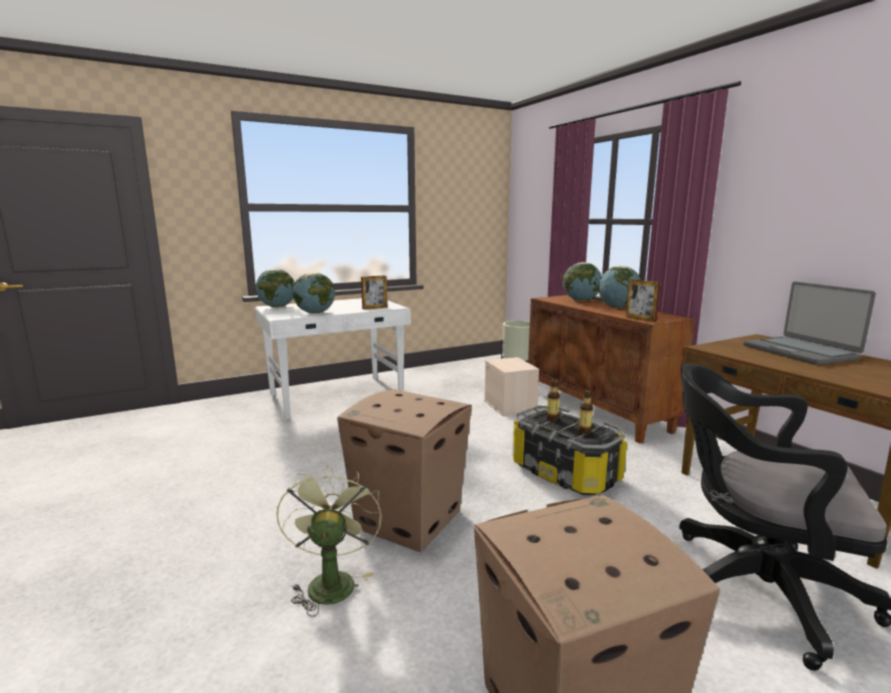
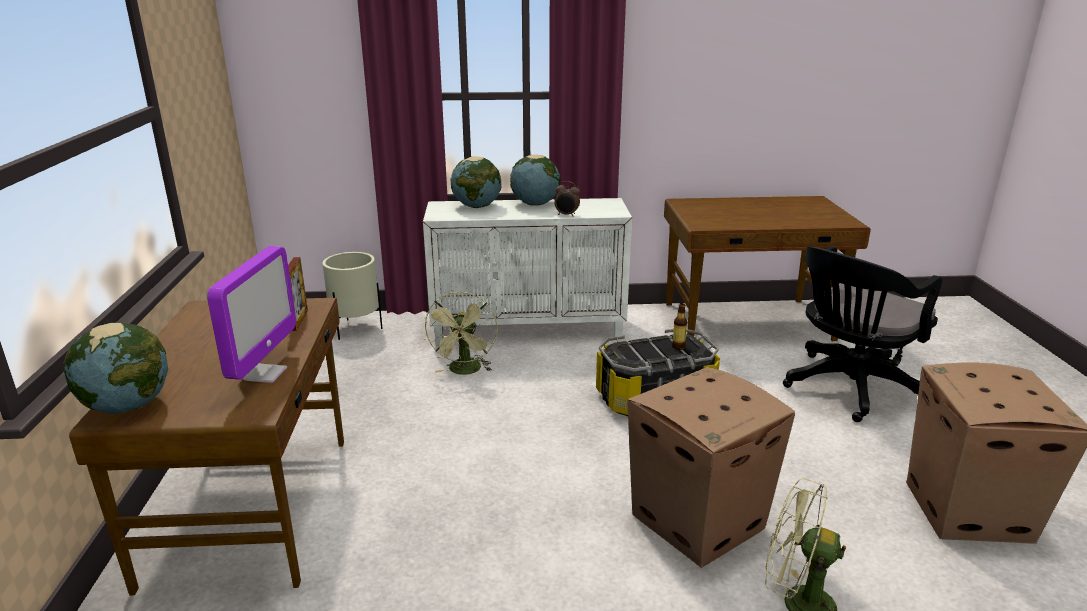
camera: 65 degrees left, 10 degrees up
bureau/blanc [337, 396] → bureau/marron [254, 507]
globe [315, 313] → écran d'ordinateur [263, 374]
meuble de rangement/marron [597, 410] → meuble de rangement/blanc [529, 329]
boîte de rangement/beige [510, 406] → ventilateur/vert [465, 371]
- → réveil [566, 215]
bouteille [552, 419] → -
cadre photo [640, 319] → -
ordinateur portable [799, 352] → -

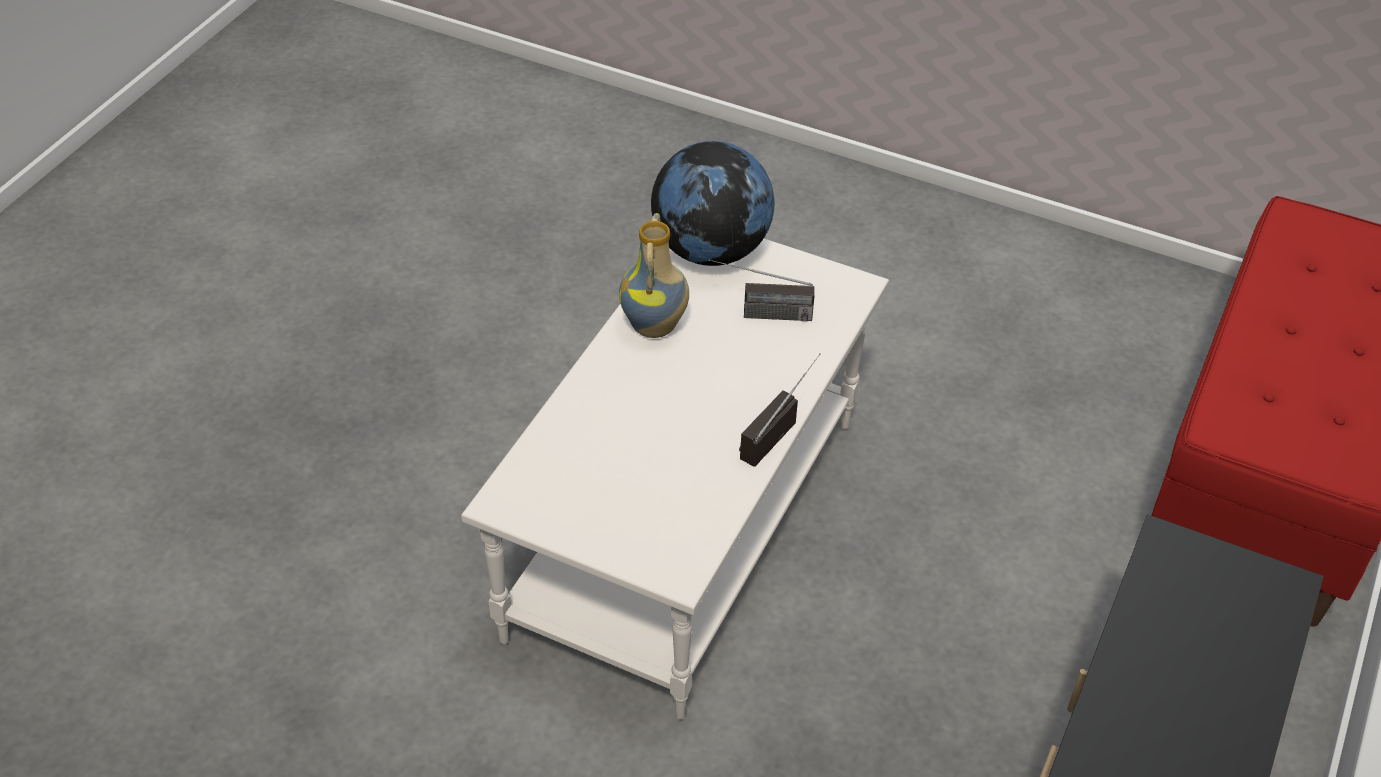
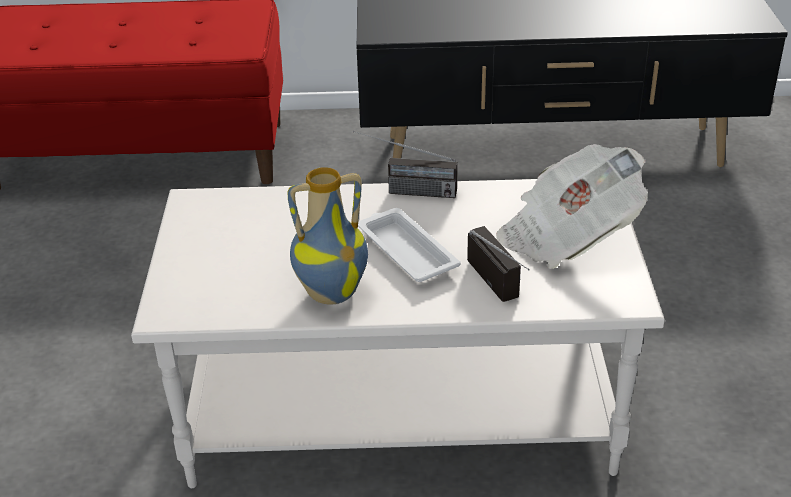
camera: 115 degrees left, 10 degrees down
- → plateau/blanc [406, 250]
radio [759, 314] → radio [504, 289], move
- → journal [567, 236]
globe [711, 250] → -

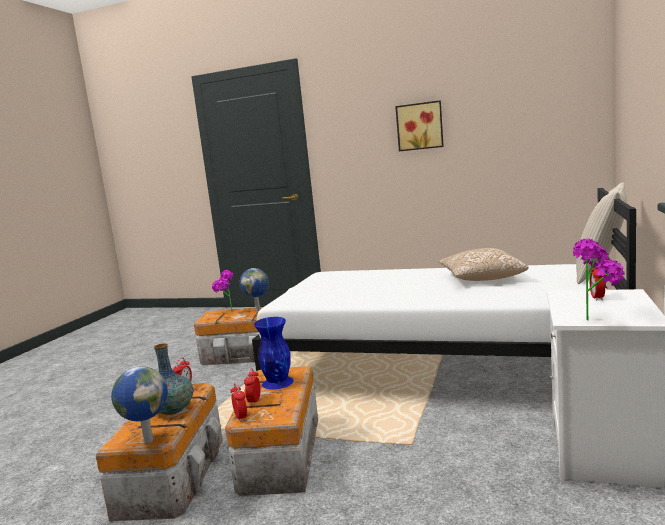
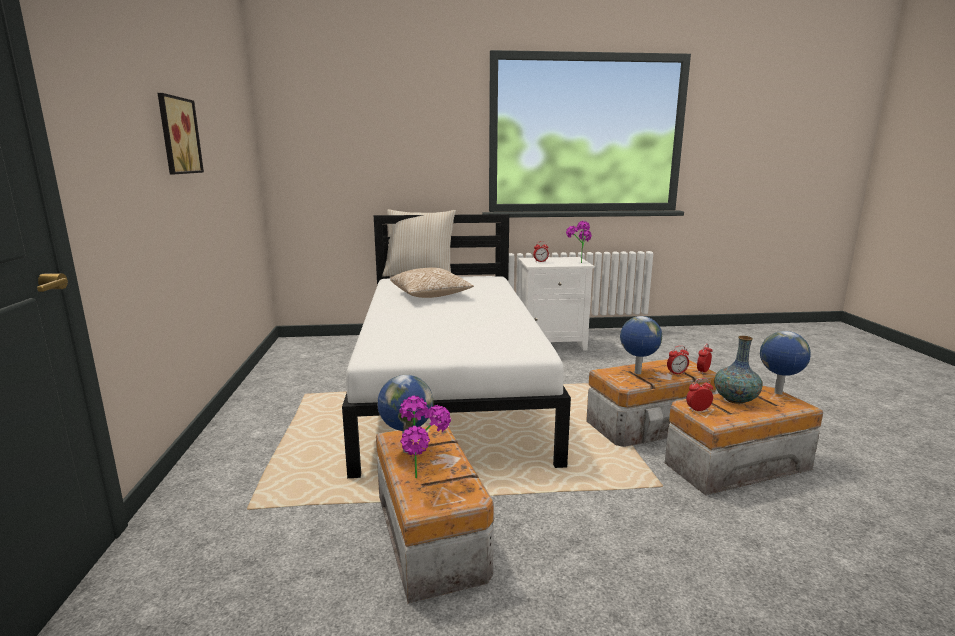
camera: 115 degrees left, 5 degrees up
vase/bleu [277, 382] → globe [637, 373]

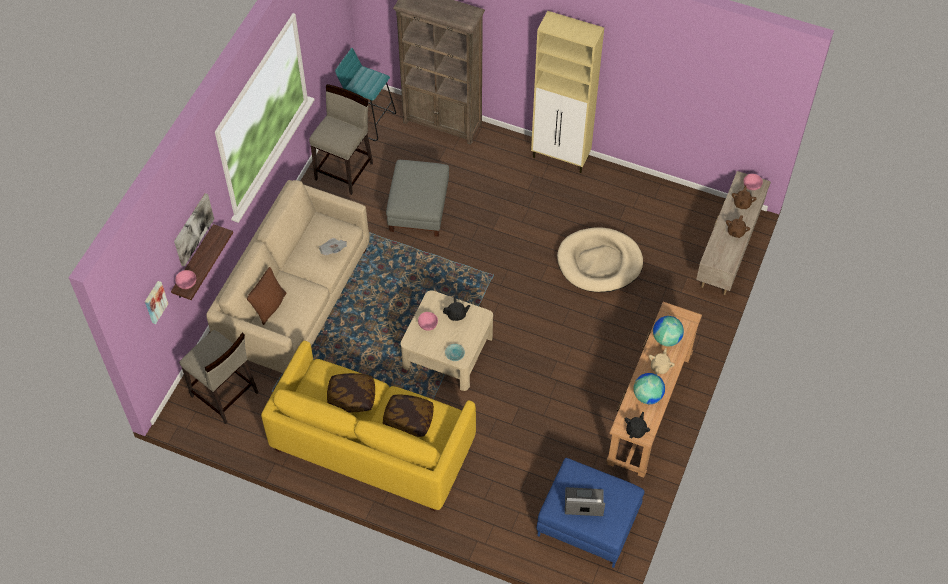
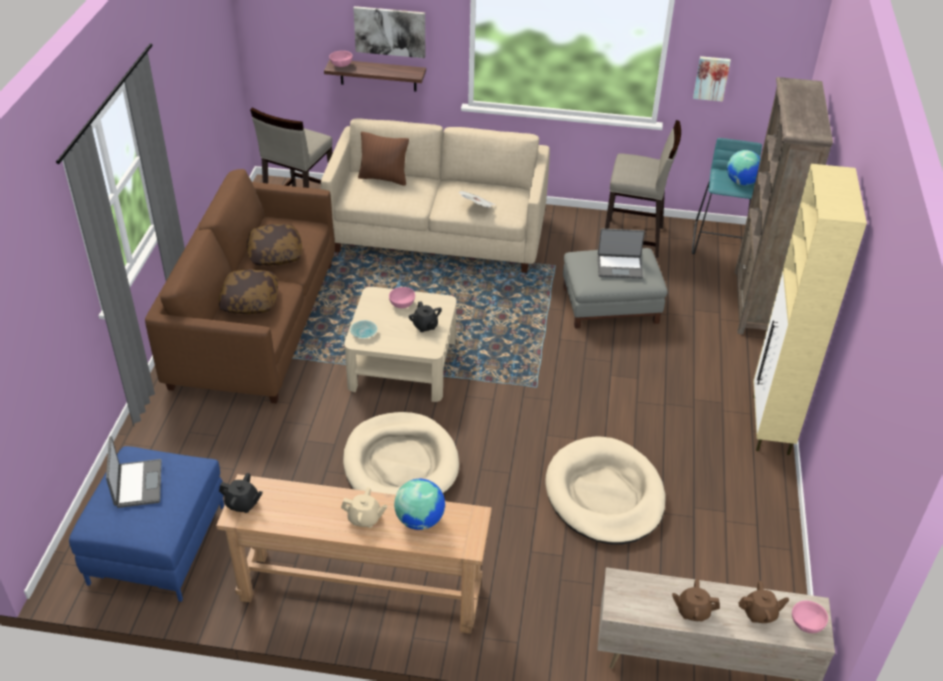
camera: 75 degrees right, 15 degrees down
canapé/jaune [372, 445] → canapé/marron [254, 324]
- → panier pour chien/beige [400, 464]
- → ordinateur portable [619, 267]
tableau [155, 301] → tableau [711, 78], move
globe [647, 396] → globe [742, 182], move

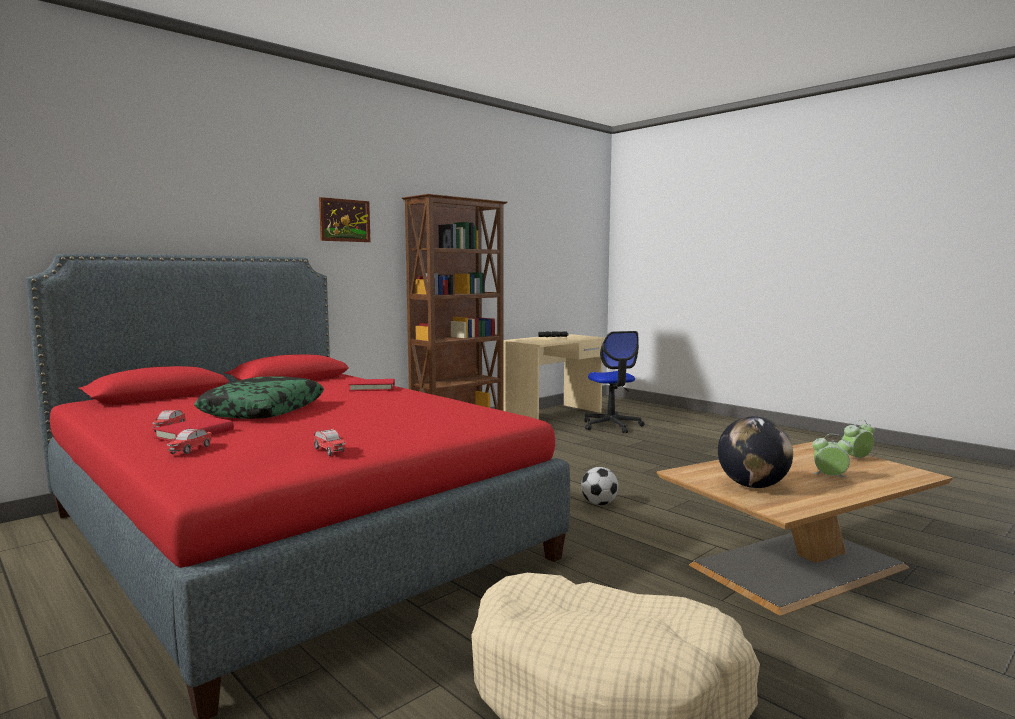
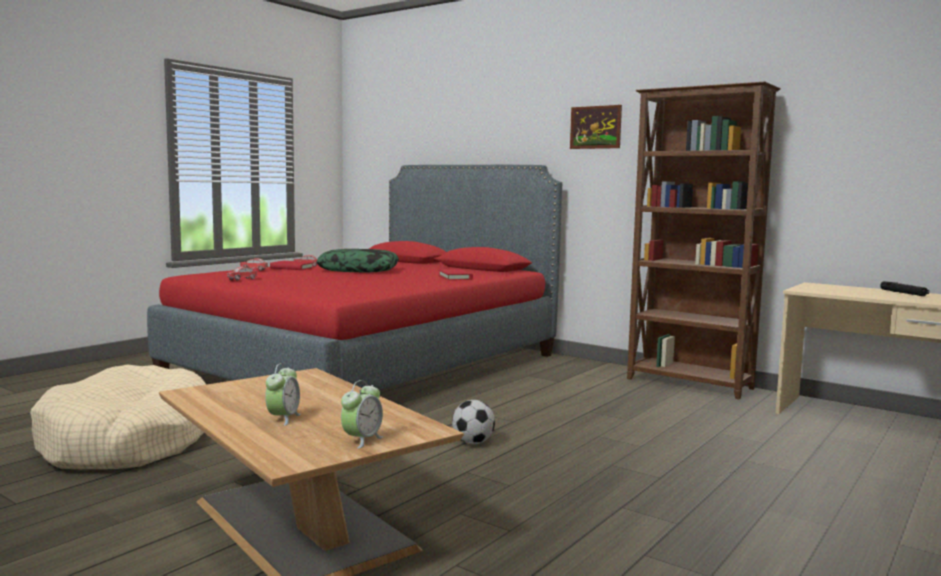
camera: 80 degrees right, 0 degrees up
réveil [856, 459] → réveil [362, 440], 60 degrees clockwise
chaise de bureau [611, 426] → -
globe [752, 486] → -

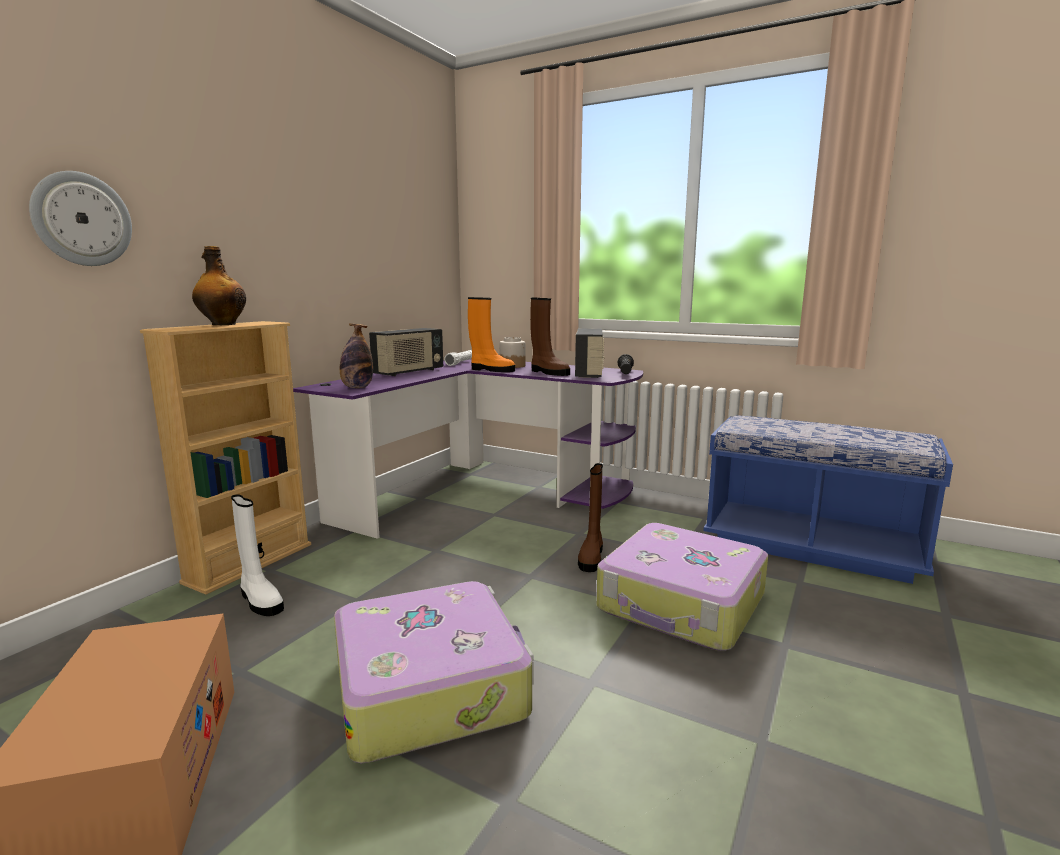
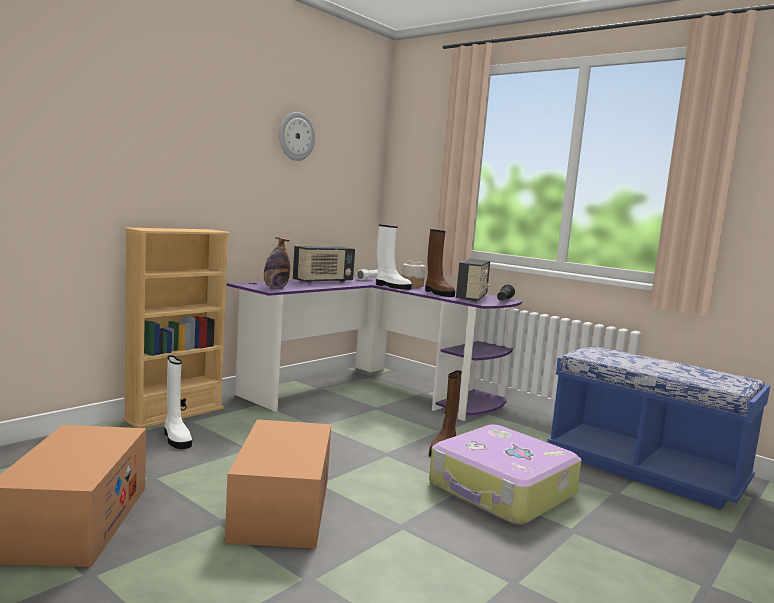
camera: 10 degrees right, 5 degrees down
valise [431, 685] → carton [281, 508]
horloge murale [82, 219] → horloge murale [296, 136], move
botte/orange [491, 370] → botte/blanc [391, 286]
bouteille [223, 324] → -

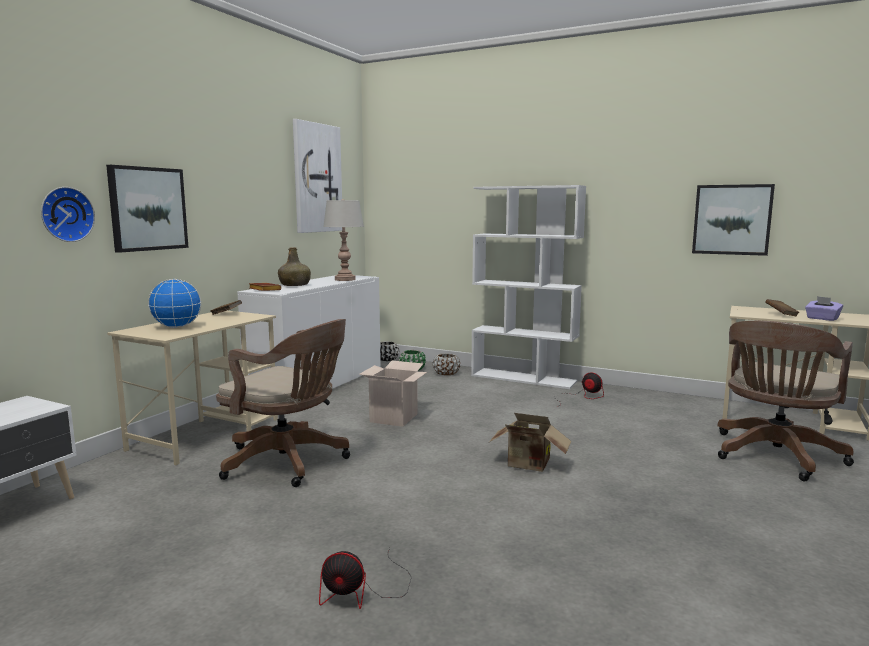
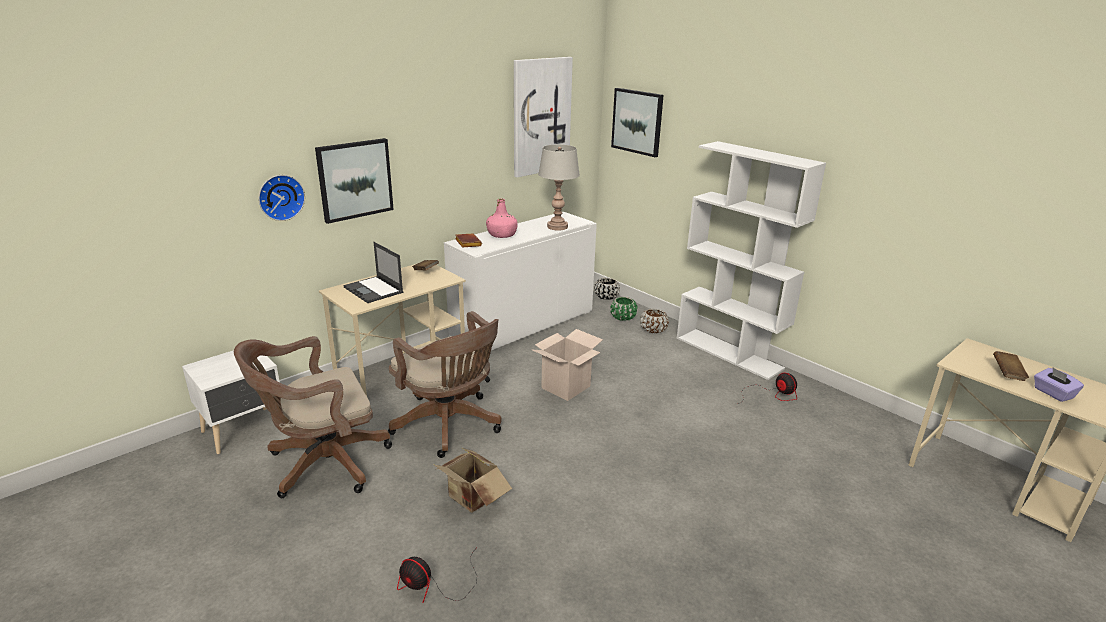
camera: 20 degrees right, 15 degrees up
chaise de bureau/marron [774, 456] → chaise de bureau/marron [322, 464], move
globe [177, 327] → ordinateur portable [374, 290]
carton [529, 465] → carton [471, 499], move
bouteille/vert [295, 285] → bouteille/rose [502, 235]
tableau [732, 219] → tableau [637, 121], move

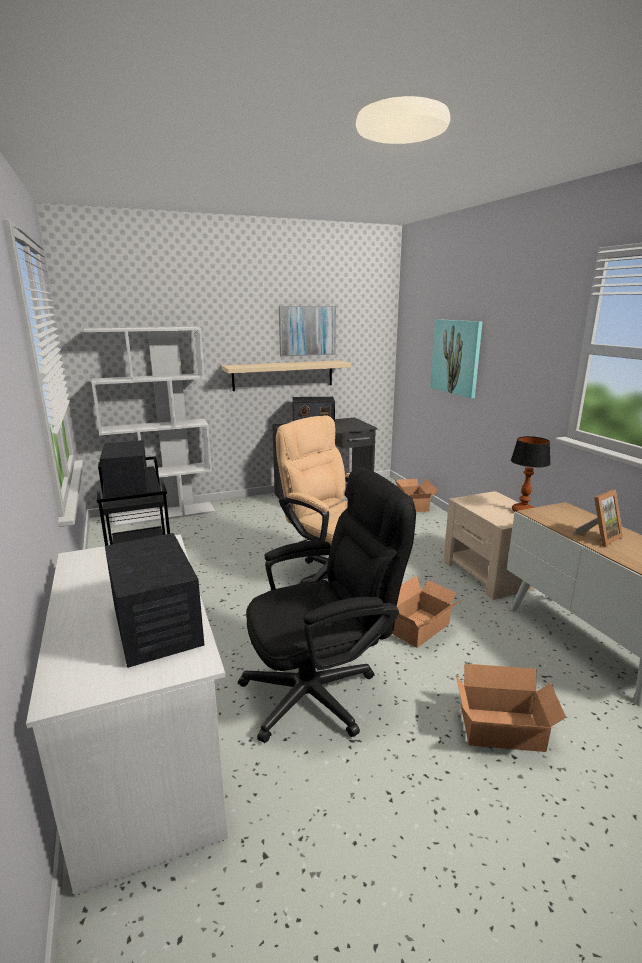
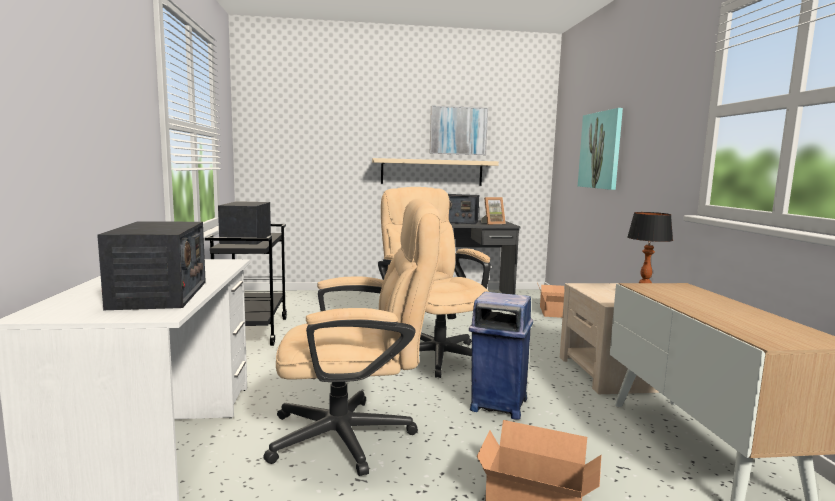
camera: 15 degrees right, 10 degrees down
chaise de bureau/noir [322, 690] → chaise de bureau/beige [356, 435]
carton [421, 628] → poubelle/bleu [497, 404]
cadre photo [599, 537] → cadre photo [492, 223], move
bibliothèque/blanc [164, 514] → -

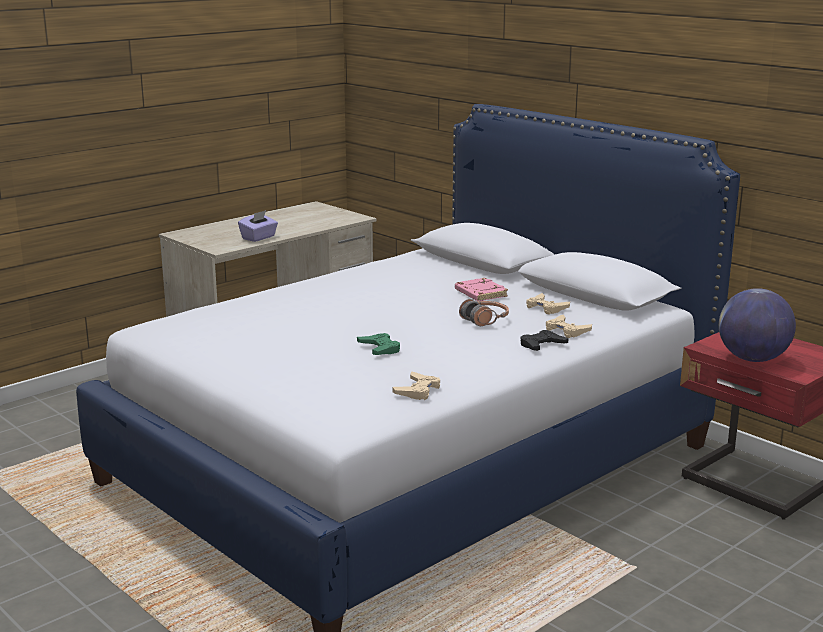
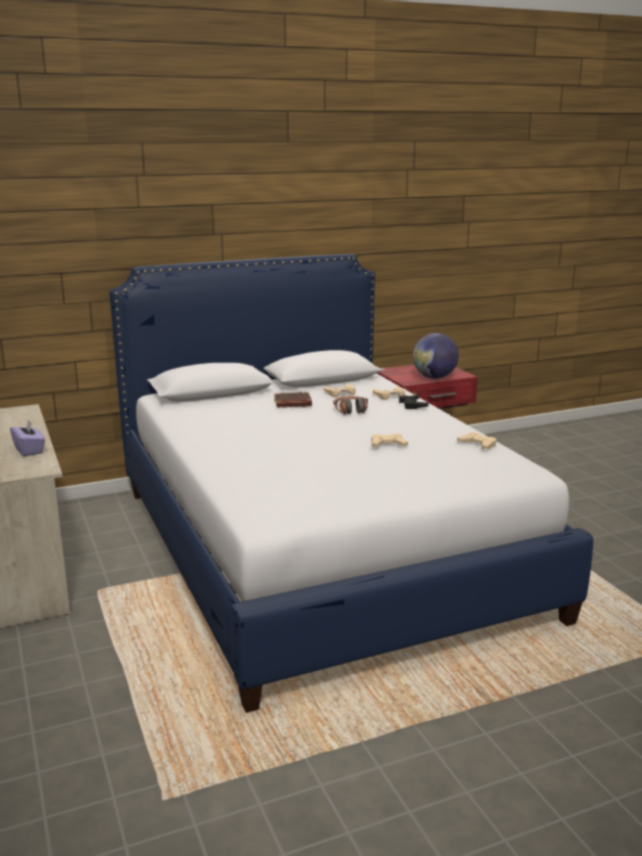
camera: 70 degrees left, 0 degrees up
livre/rose [480, 294] → livre/marron [292, 403]
manette/vert [379, 349] → manette/beige [387, 444]

